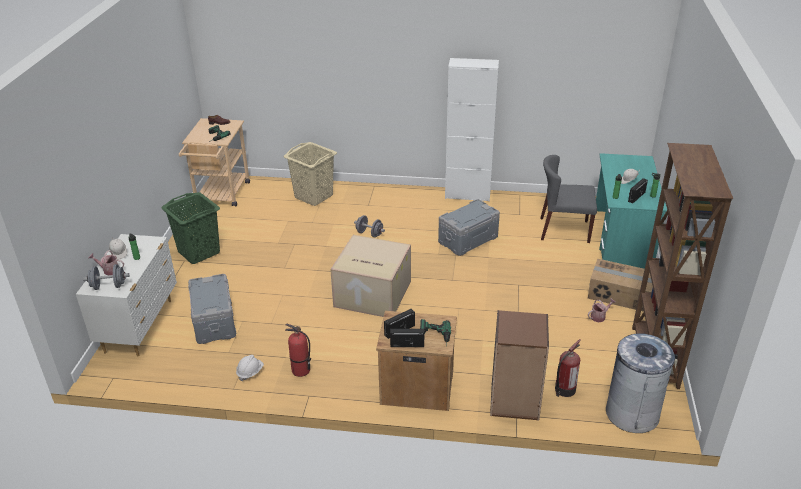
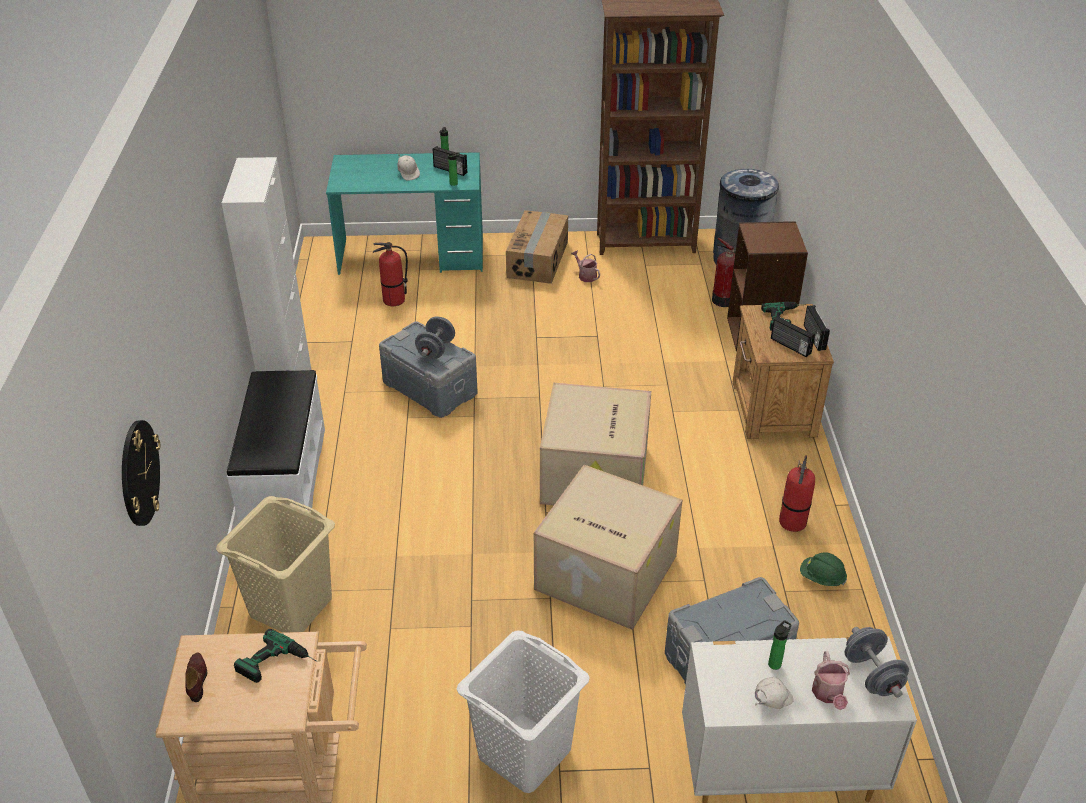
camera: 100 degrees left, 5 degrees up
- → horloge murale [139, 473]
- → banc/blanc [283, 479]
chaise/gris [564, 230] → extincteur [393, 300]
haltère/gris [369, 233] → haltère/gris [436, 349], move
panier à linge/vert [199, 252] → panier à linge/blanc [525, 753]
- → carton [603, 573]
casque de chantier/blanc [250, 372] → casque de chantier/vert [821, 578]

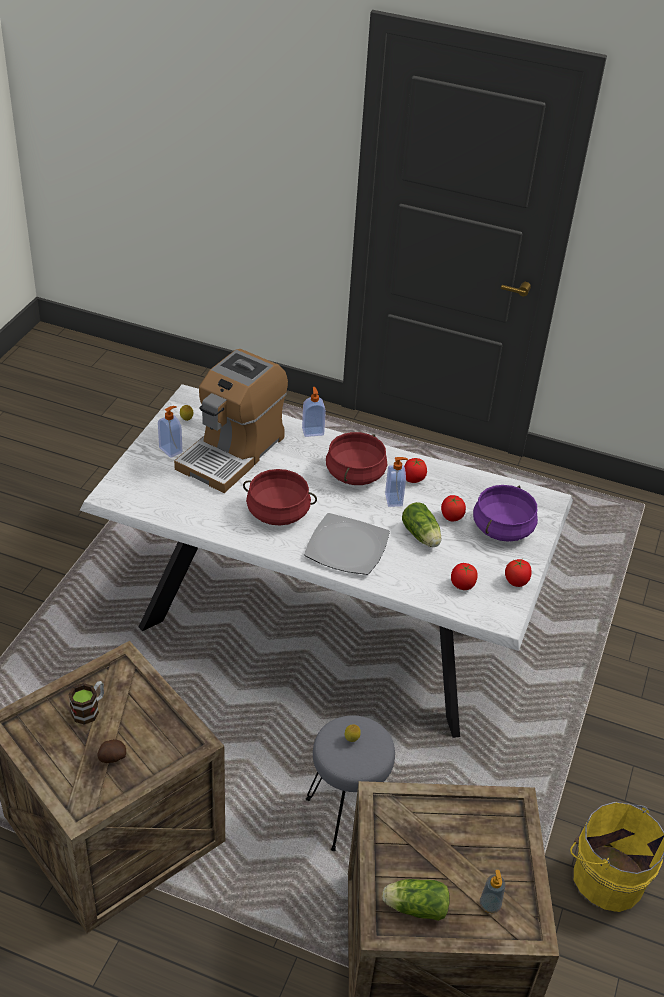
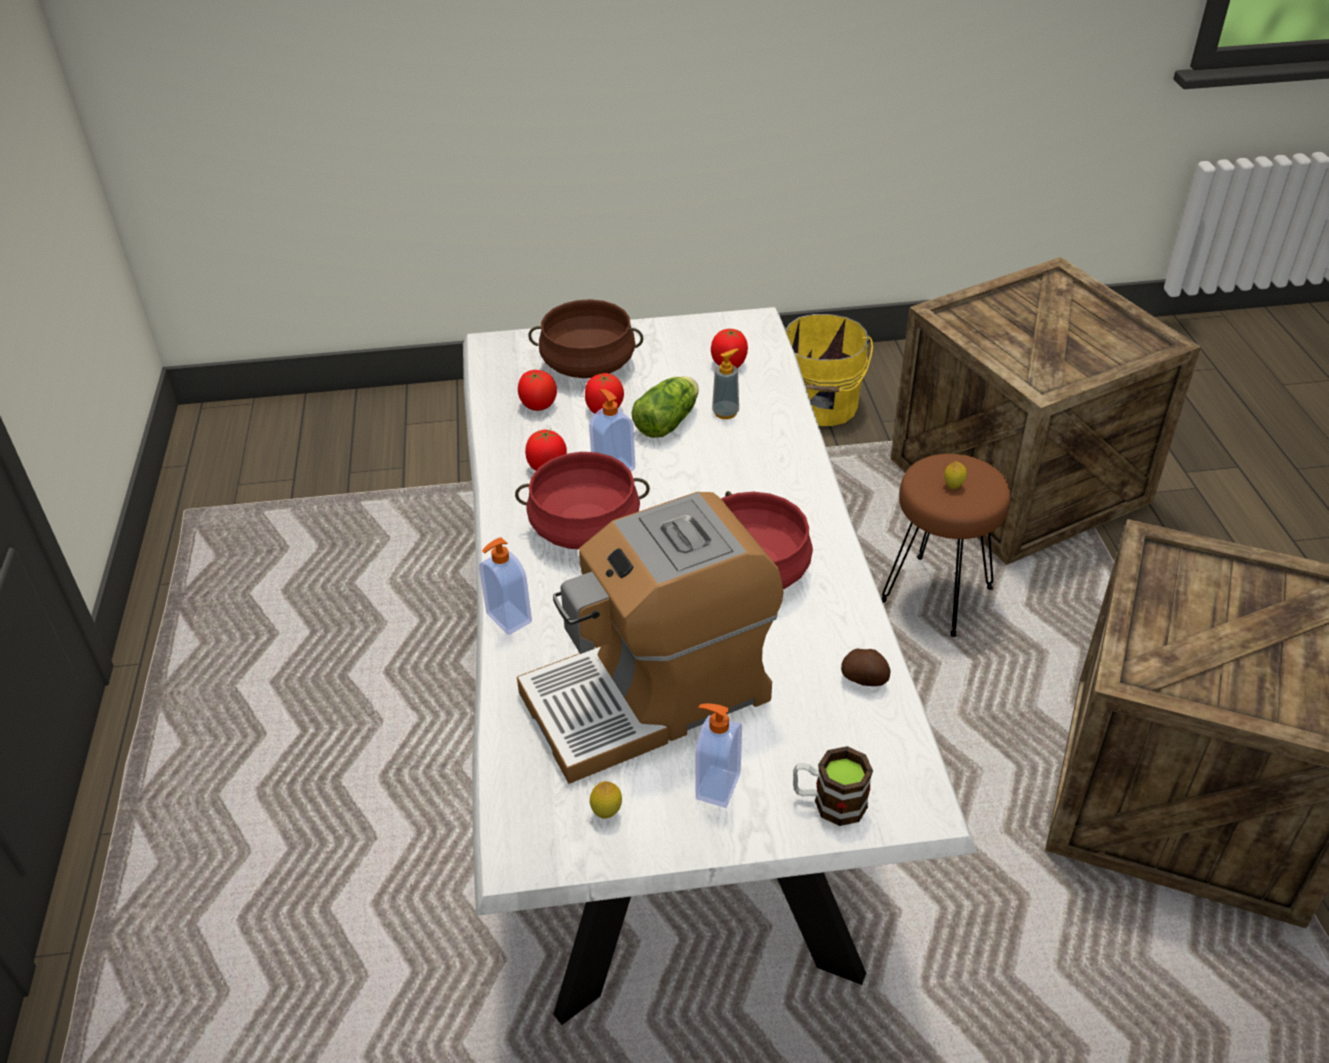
camera: 115 degrees left, 0 degrees up
machine à café [232, 452] → machine à café [650, 695], 150 degrees clockwise
tomate [516, 581] → tomate [538, 405], move
marmite/violet [502, 528] → marmite/marron [588, 365]
distributeur de savon [490, 905] → distributeur de savon [725, 412], move
mug [89, 709] → mug [829, 802], move
pomme de terre [112, 758] → pomme de terre [865, 679], move
tabouret/gris [346, 814] → tabouret/marron [937, 596]
assiette [347, 547] → -
laitue [414, 907] → -

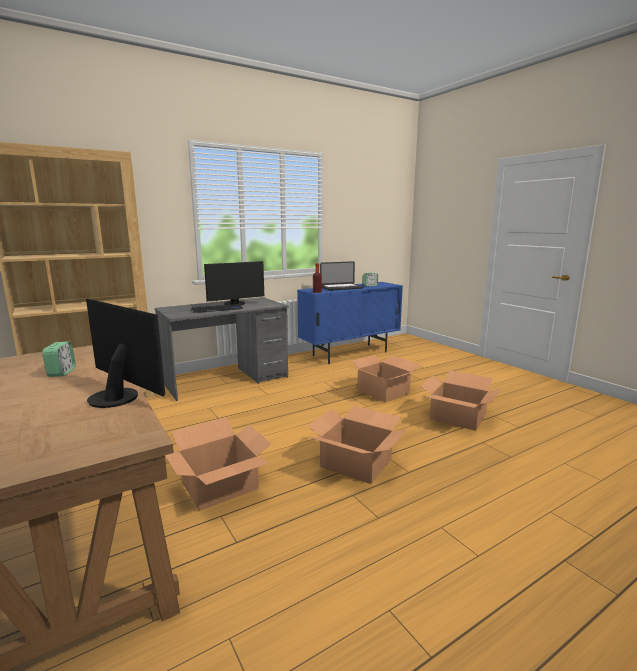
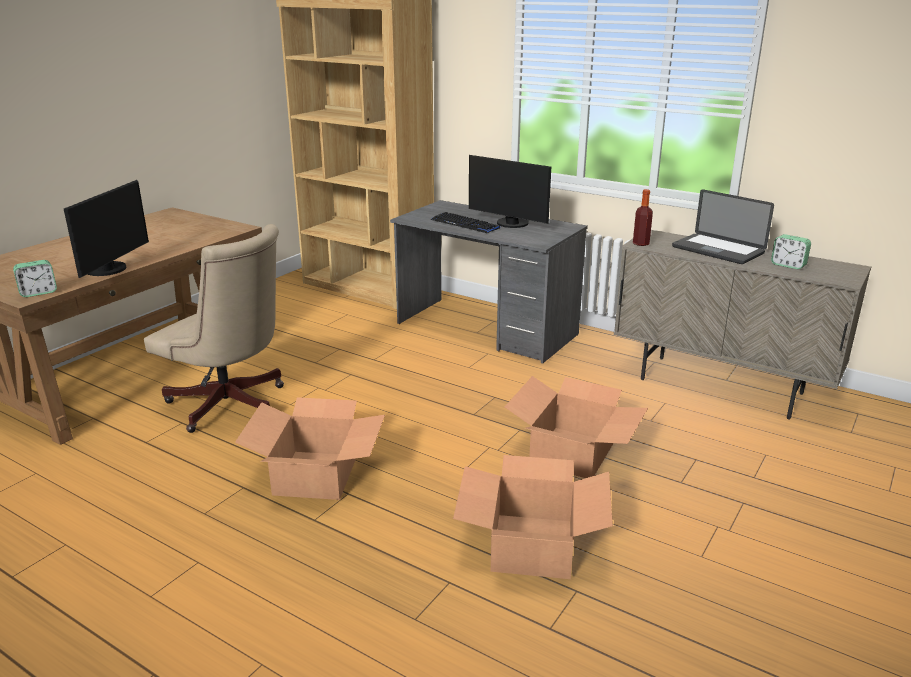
camera: 65 degrees right, 10 degrees up
réveil [61, 372] → réveil [38, 293], move
carton [220, 485] → chaise de bureau/beige [231, 406]
meuble de rangement/bleu [350, 354] → meuble de rangement/beige [721, 386]

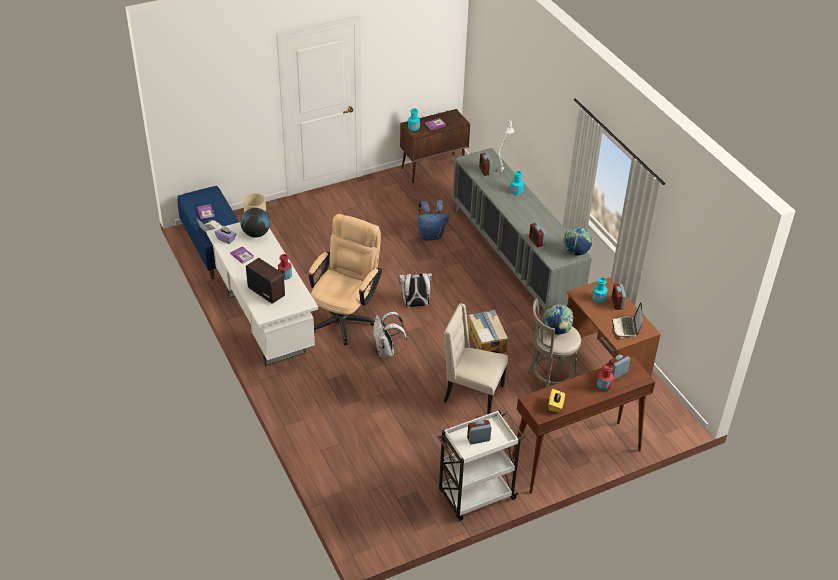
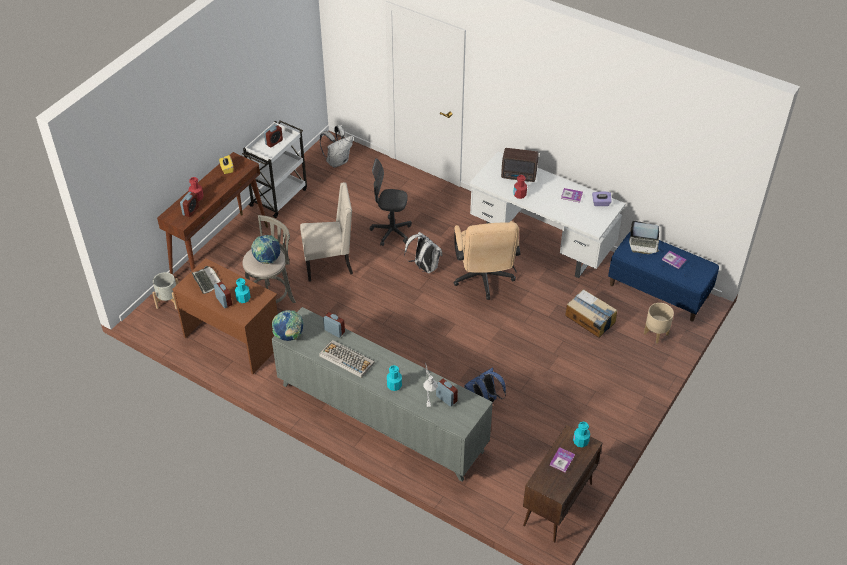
camera: 150 degrees right, 5 degrees up
- → cache-pot/gris [168, 301]
sac à dos/blanc [415, 304] → sac à dos/blanc [337, 161], move
- → clavier [346, 359]
- → chaise de bureau/gris [391, 232]
carton [487, 339] → carton [590, 319], move
globe [256, 234] → -

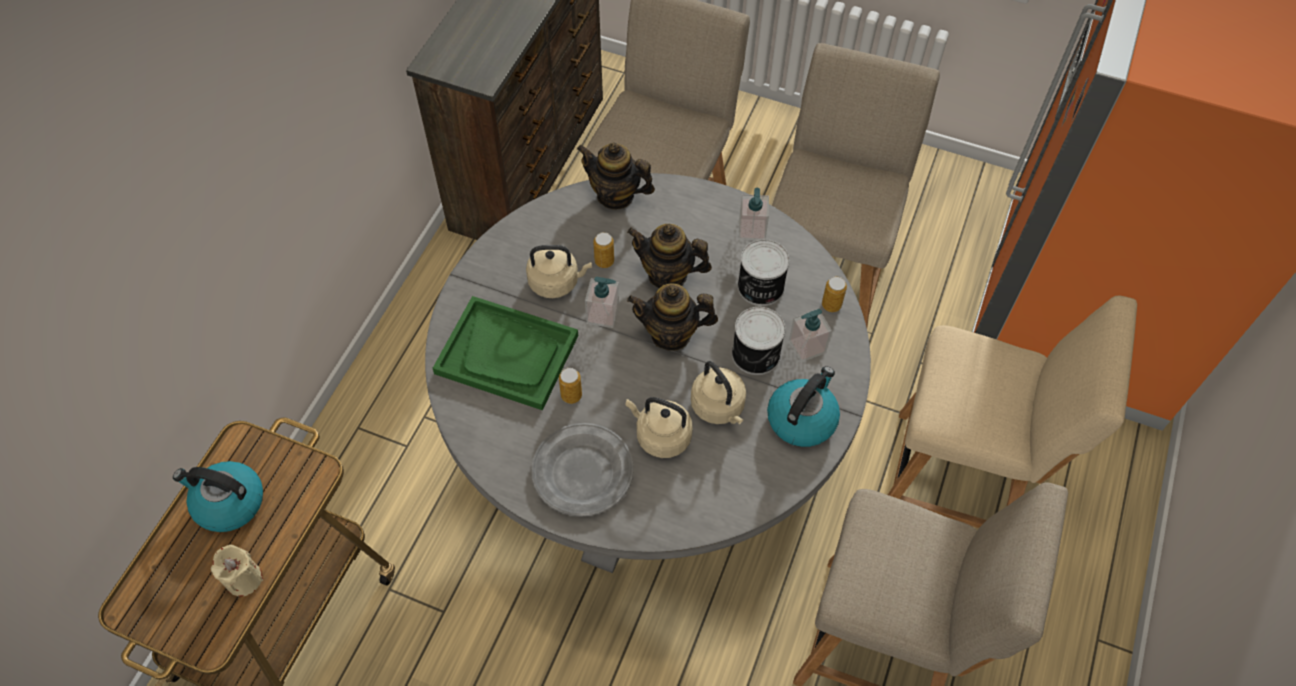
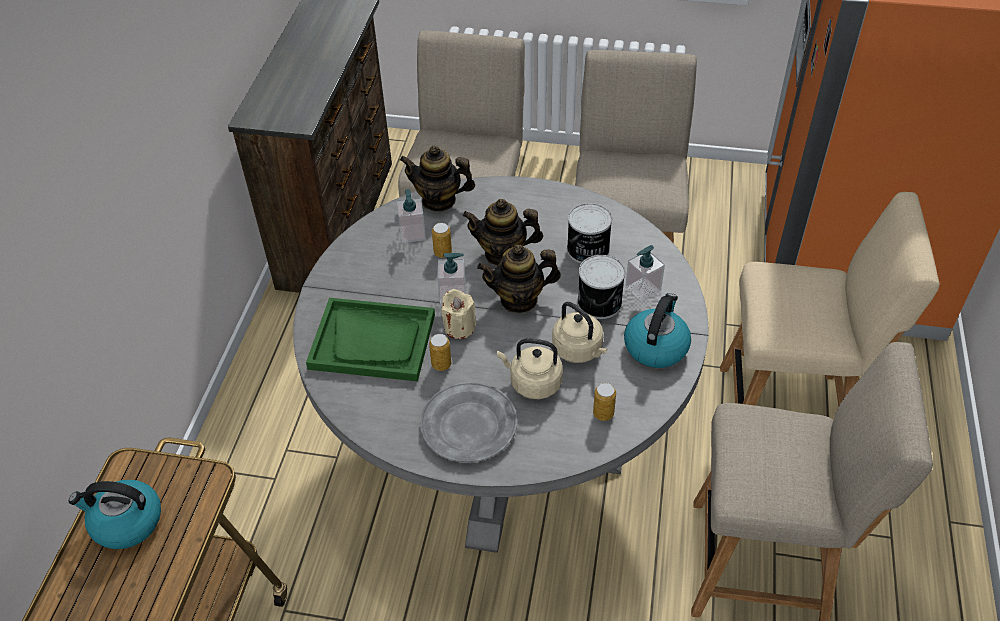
camera: 10 degrees left, 10 degrees down
distributeur de savon [752, 230] → distributeur de savon [412, 233], move
bougie/beige [243, 579] → bougie/beige [459, 327], move
boîte métallique [831, 305] → boîte métallique [603, 413], move
bouilloire/beige [556, 282] → -

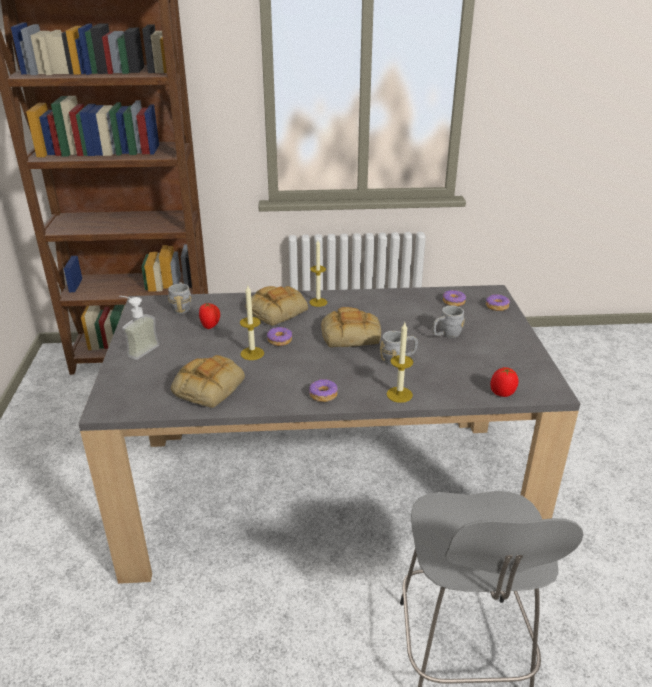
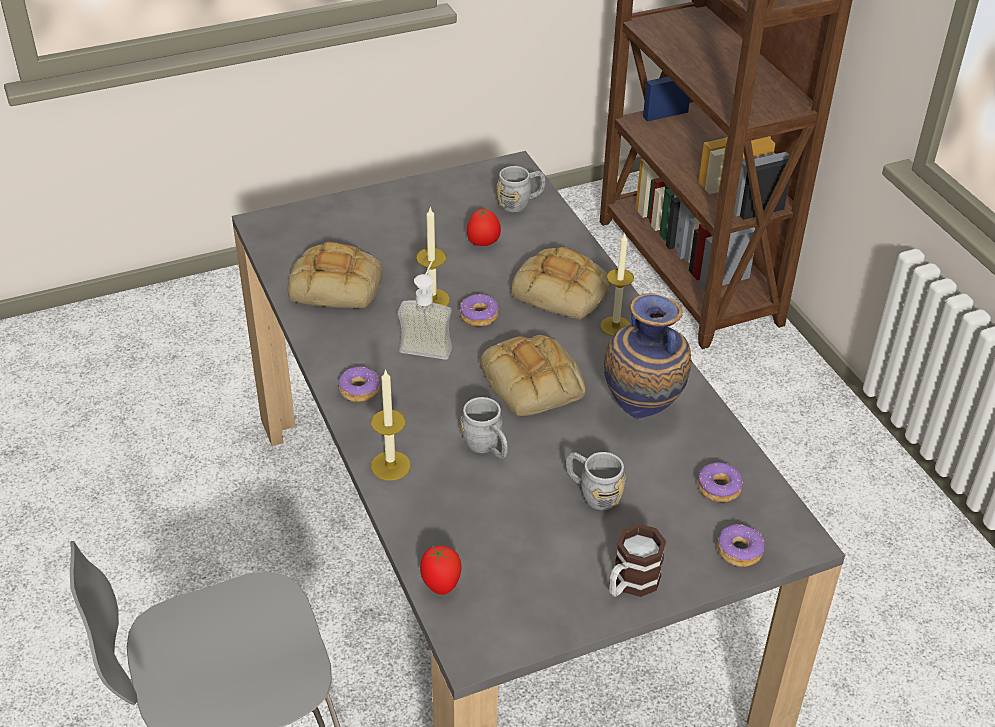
camera: 70 degrees right, 10 degrees up
distributeur de savon [138, 349] → distributeur de savon [428, 343], move
- → vase [642, 412]
- → mug [630, 584]

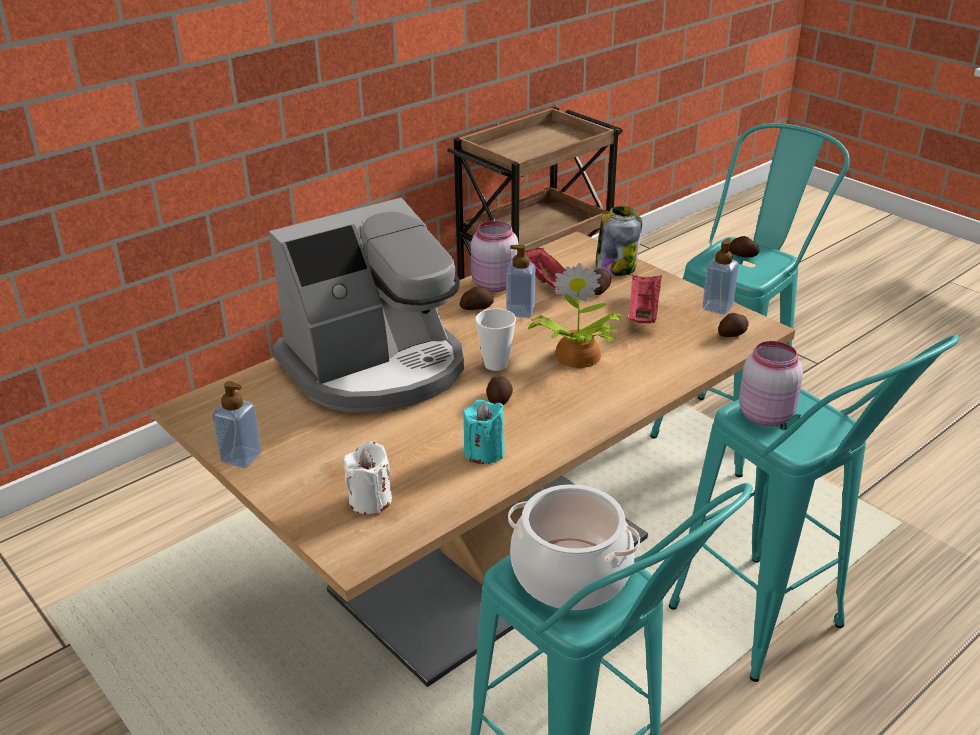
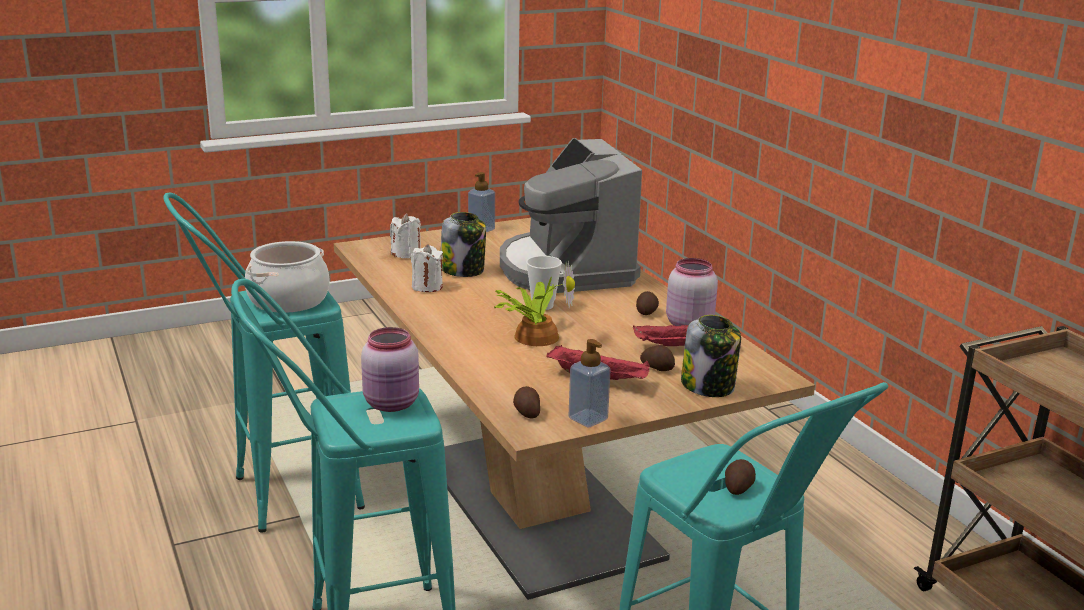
camera: 105 degrees right, 10 degrees down
bougie/turquoise [484, 452] → bougie/blanc [427, 287]
- → bocal [463, 270]
pomme de terre [499, 399] → -
distributeur de savon [520, 311] → -

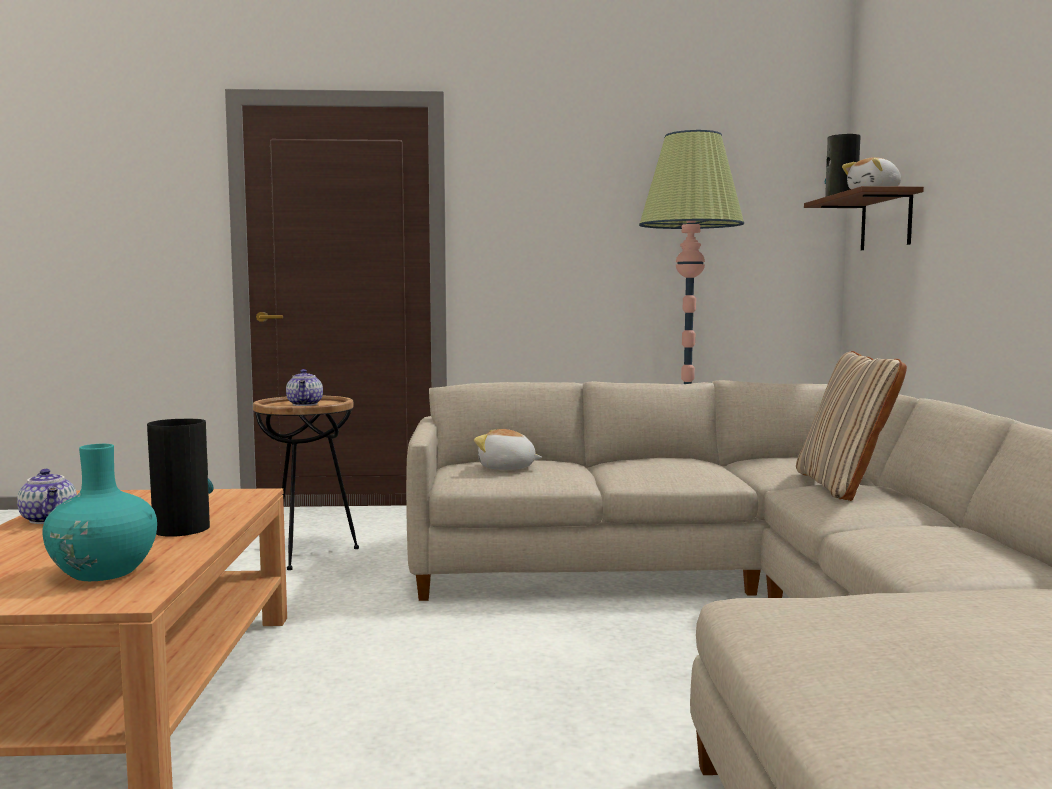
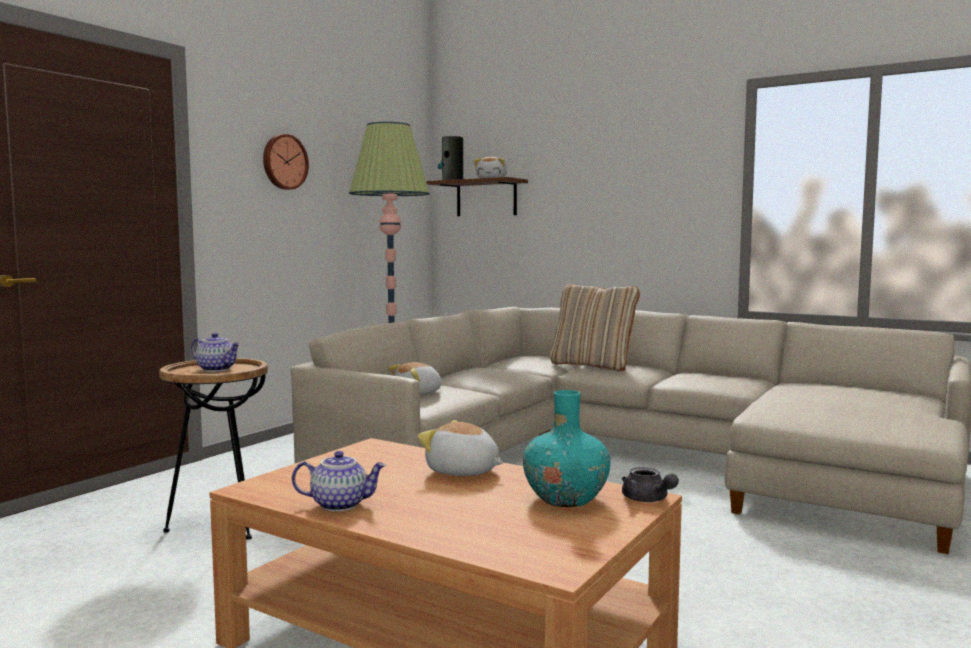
camera: 55 degrees left, 0 degrees up
- → horloge murale [284, 162]
vase [181, 528] → peluche [462, 472]
- → théière/gris [648, 500]

